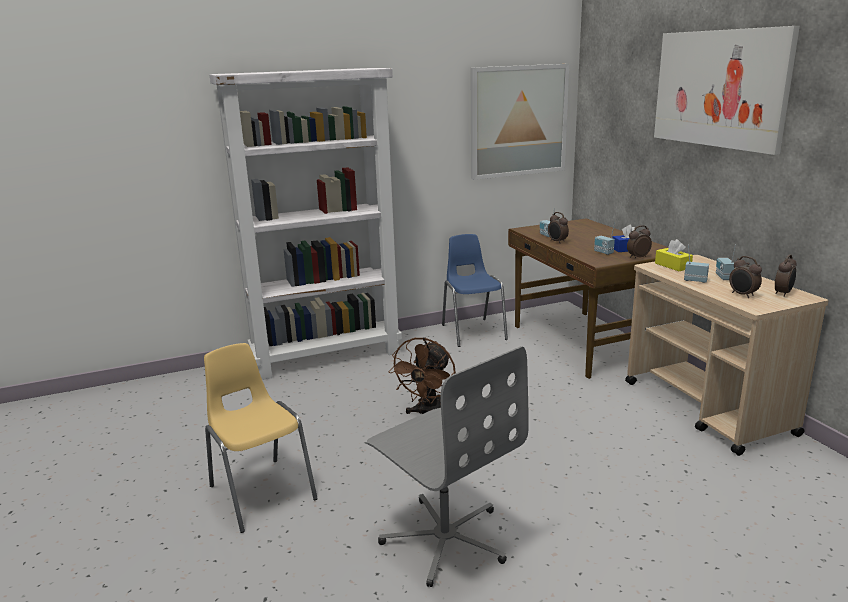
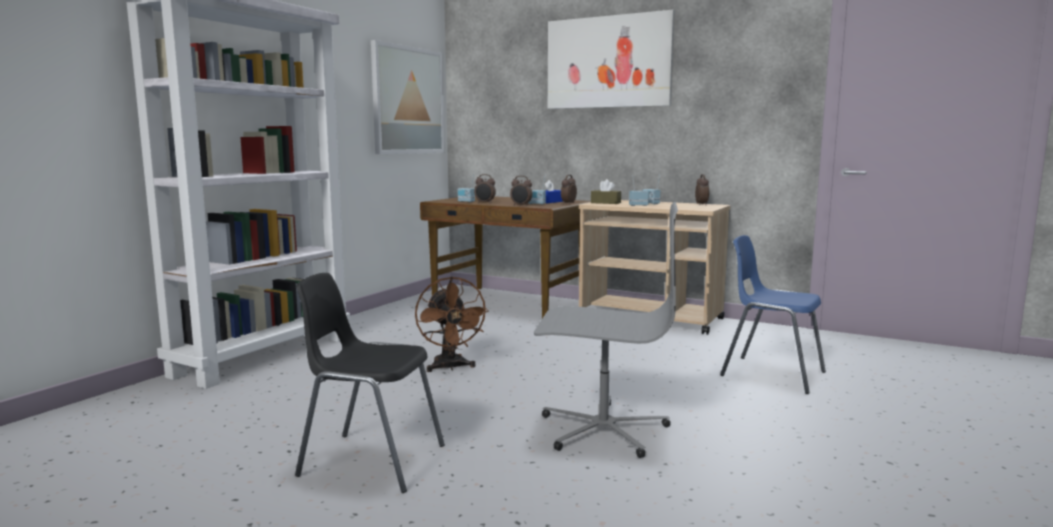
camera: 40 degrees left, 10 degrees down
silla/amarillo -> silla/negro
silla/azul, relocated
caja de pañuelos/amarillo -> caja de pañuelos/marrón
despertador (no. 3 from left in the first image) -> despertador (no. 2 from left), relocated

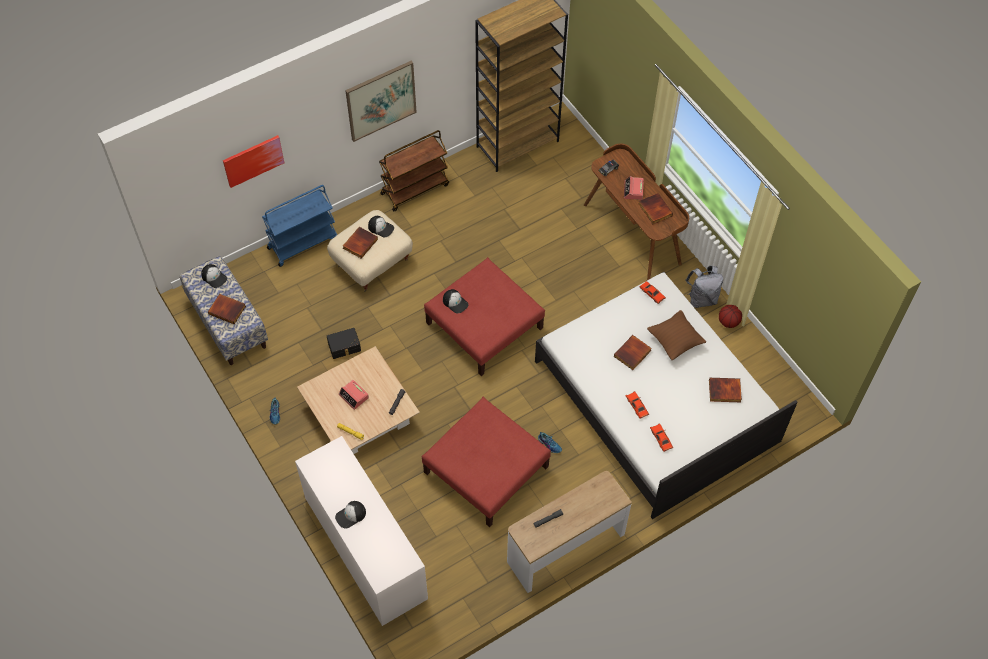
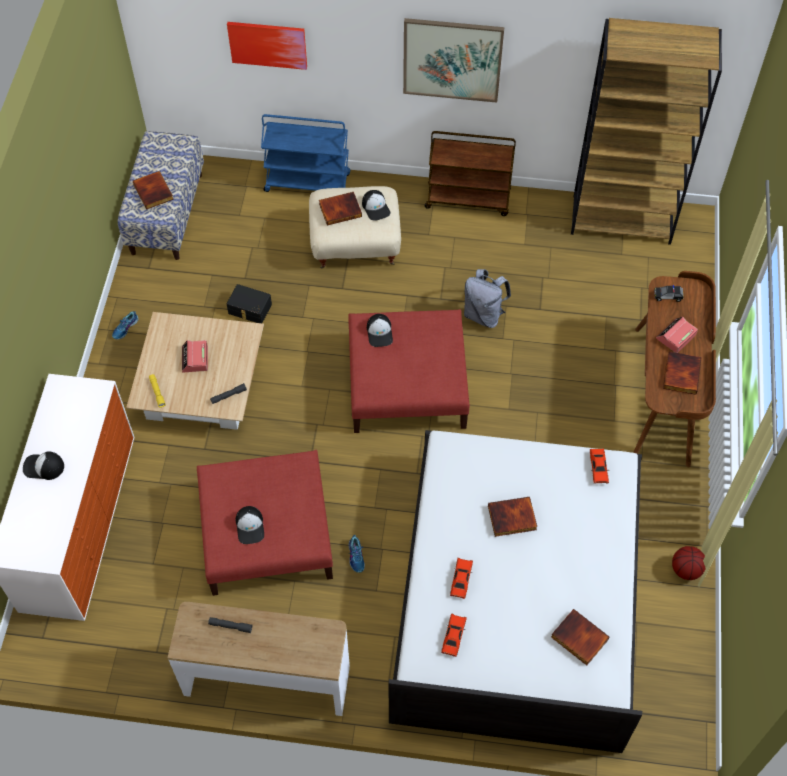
camera: 40 degrees right, 0 degrees up
gorra (no. 1 from left in the first image) -> gorra (no. 2 from left), relocated
cojín/marrón -> none
mochila/gris, relocated

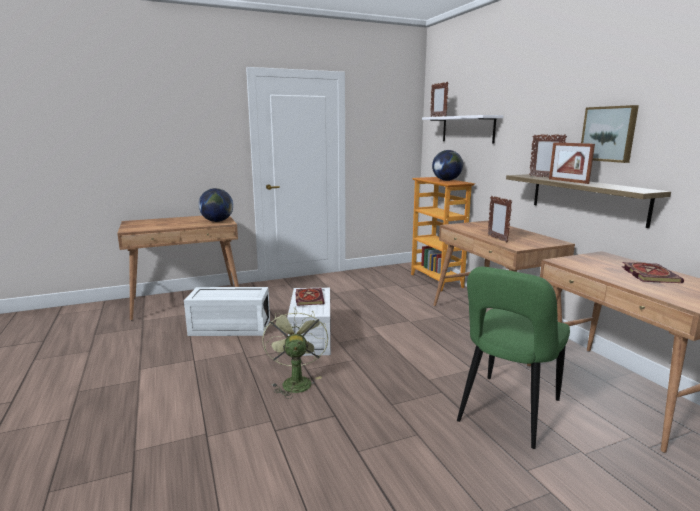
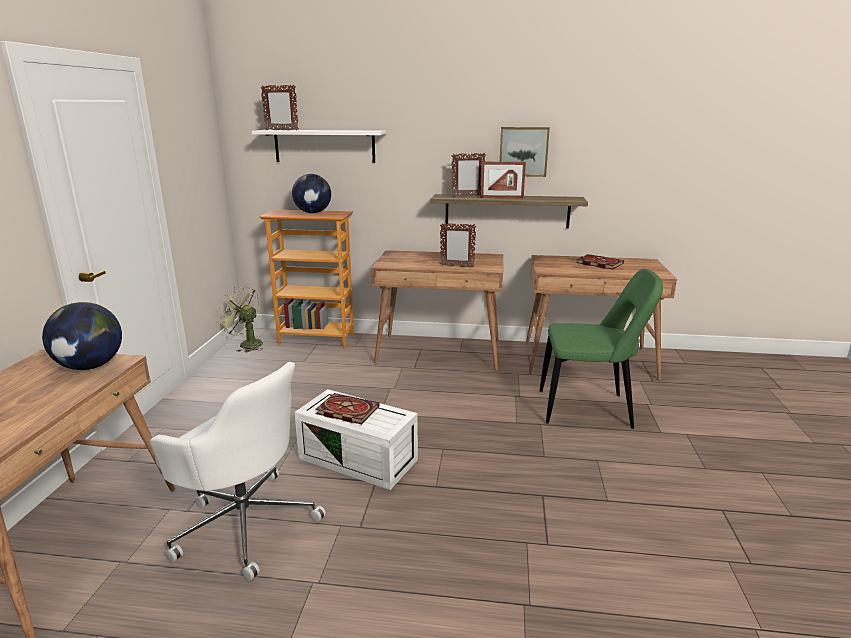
camera: 60 degrees left, 5 degrees up
caja de almacenaje/blanco (no. 1 from left) -> silla de oficina/blanco
ventilador/verde, relocated
silla/verde, 60 degrees counterclockwise

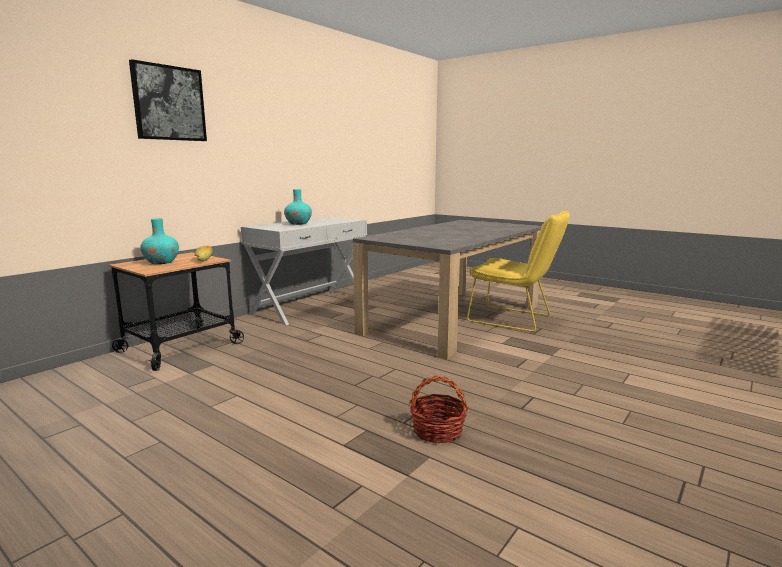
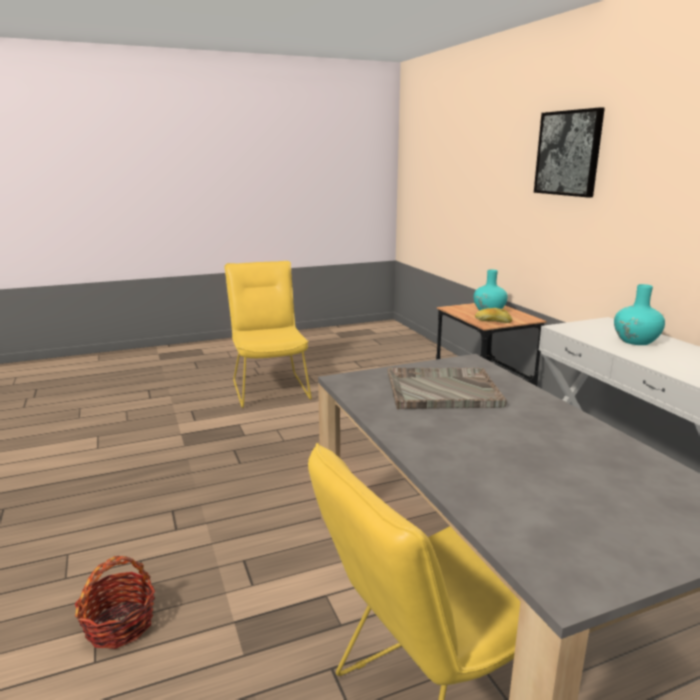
camera: 120 degrees right, 5 degrees up
cesta, relocated
none -> silla/amarillo (no. 1 from left)
none -> bandeja/gris

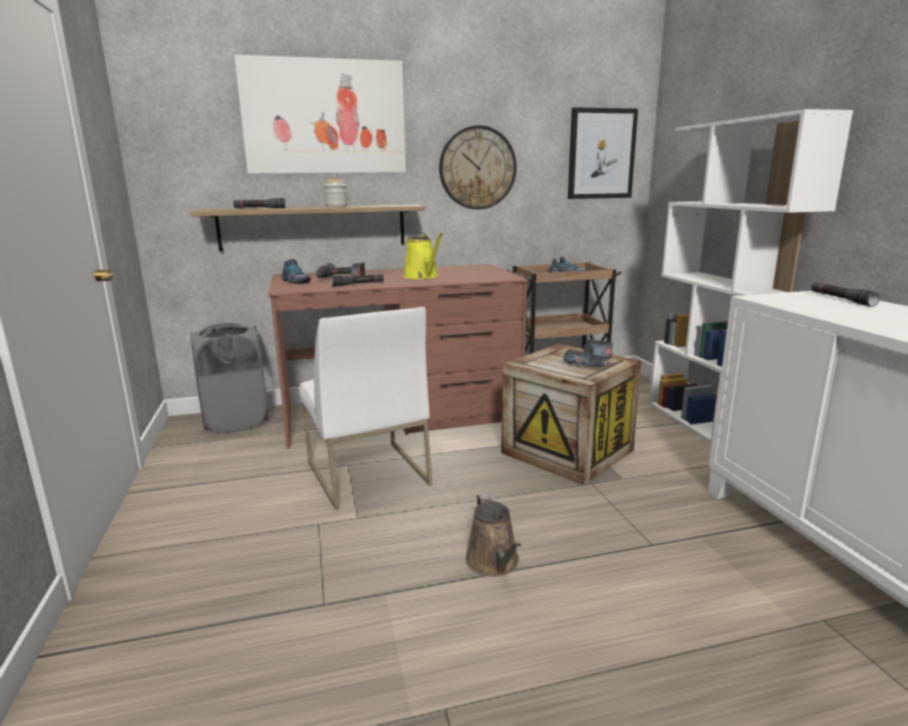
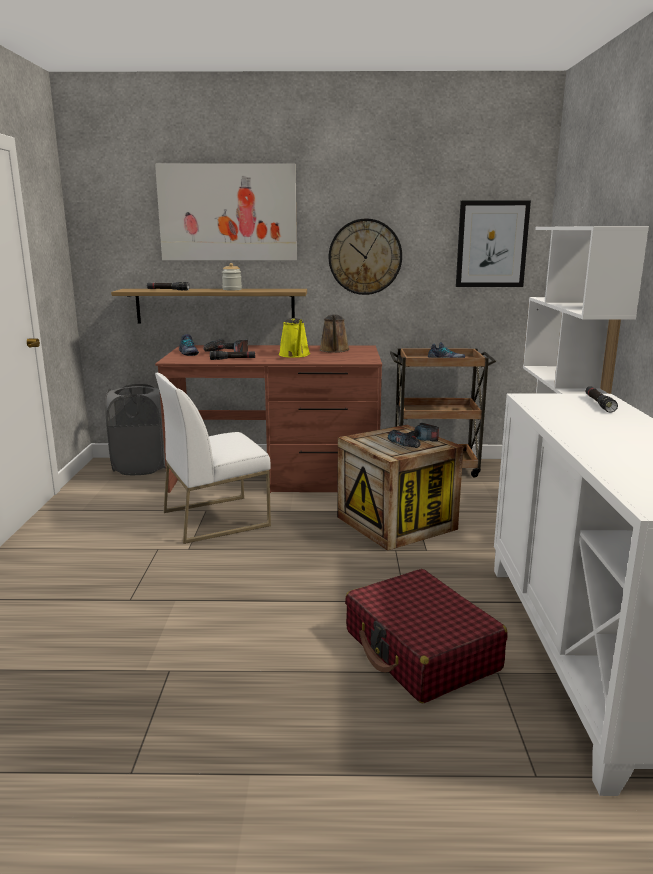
camera: 15 degrees right, 0 degrees up
silla/blanco, 75 degrees clockwise
regadera/marrón, relocated
none -> maleta/rojo

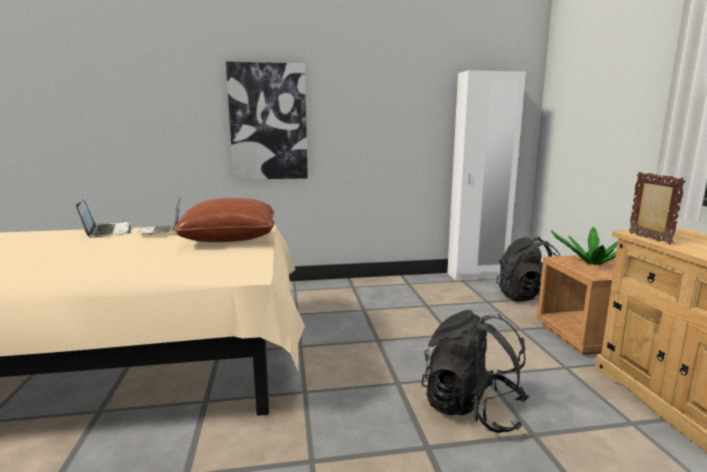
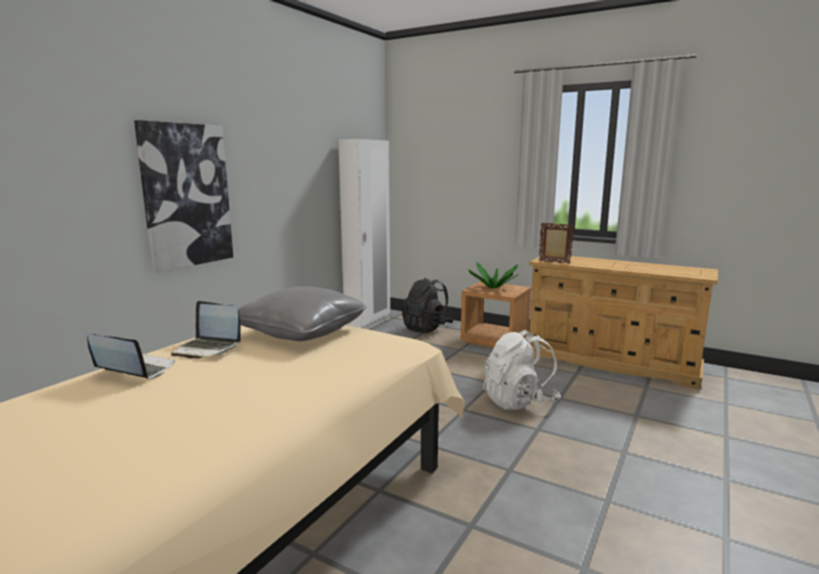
camera: 50 degrees left, 0 degrees up
cojín/marrón -> cojín/gris
mochila/negro (no. 1 from left) -> mochila/blanco

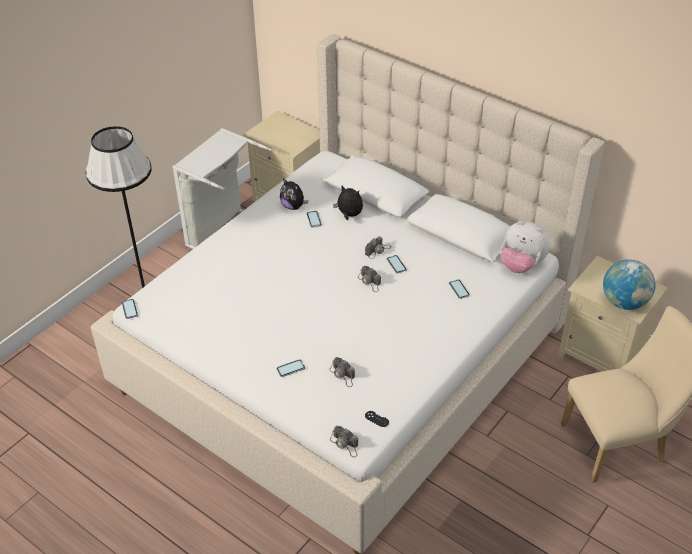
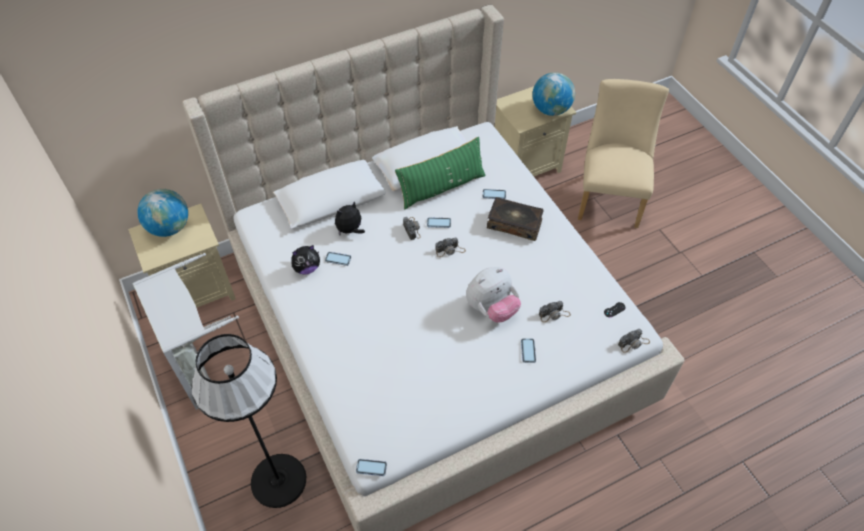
camera: 65 degrees left, 10 degrees up
peluche (no. 3 from left), relocated
none -> globo terráqueo (no. 1 from left)
none -> cojín/verde
none -> libro

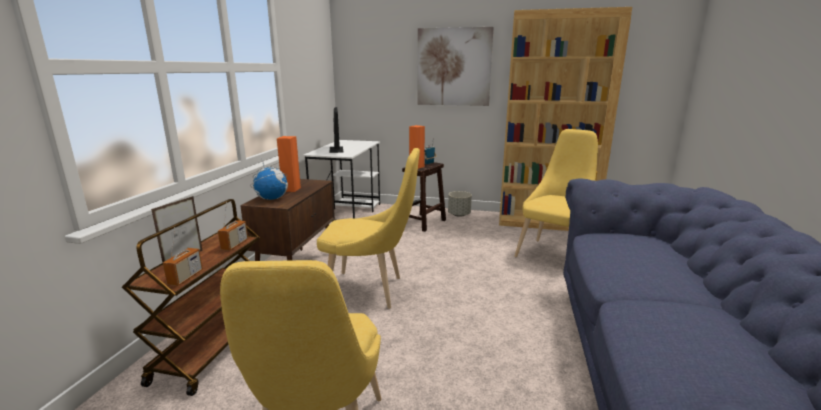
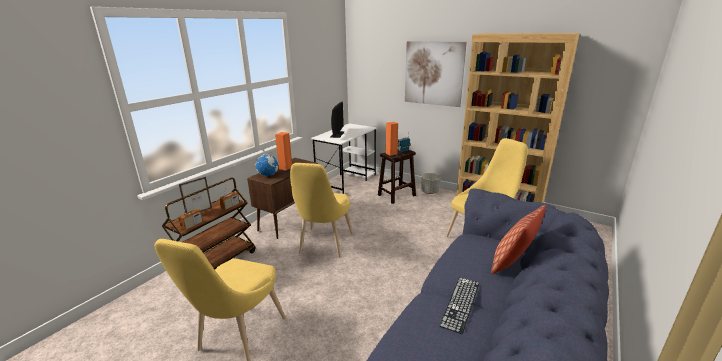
camera: 20 degrees right, 5 degrees up
silla/amarillo (no. 2 from left), 75 degrees clockwise
none -> teclado
none -> cojín

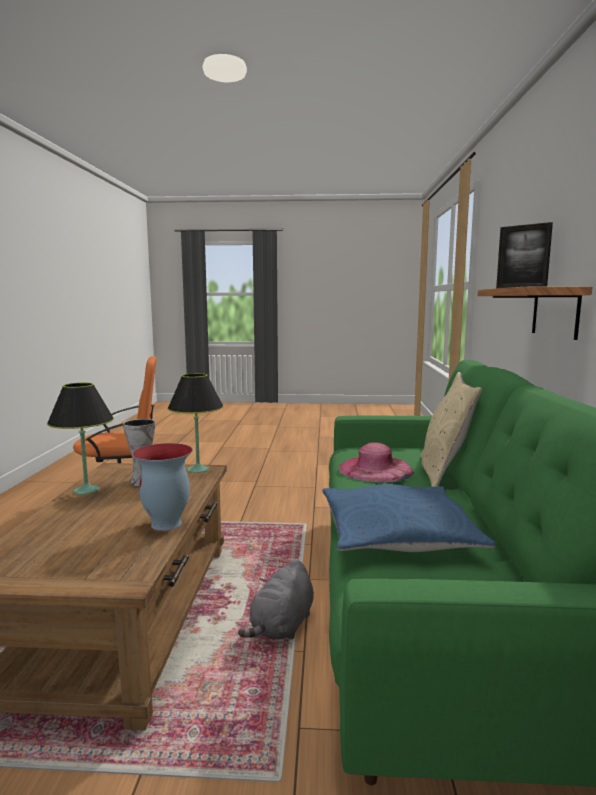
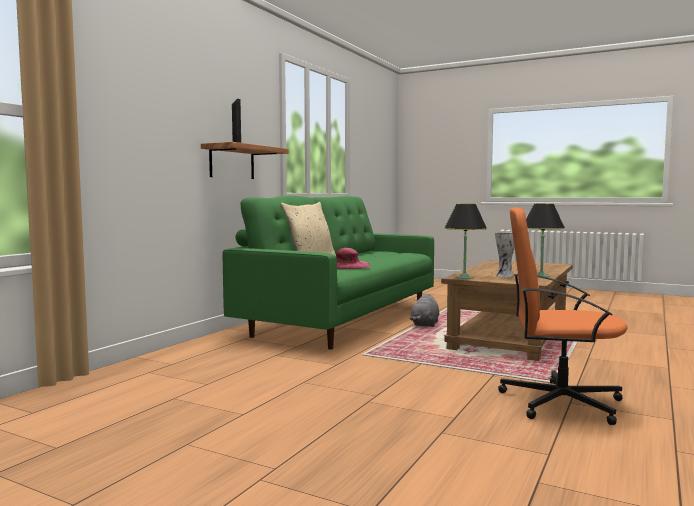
camera: 155 degrees left, 5 degrees down
florero (no. 2 from left) -> none
peluche/gris, 150 degrees clockwise
cojín/azul -> none

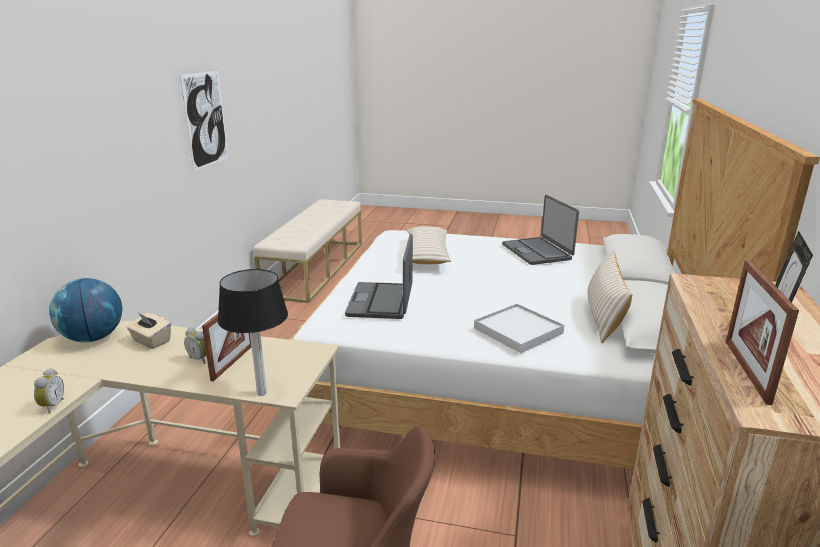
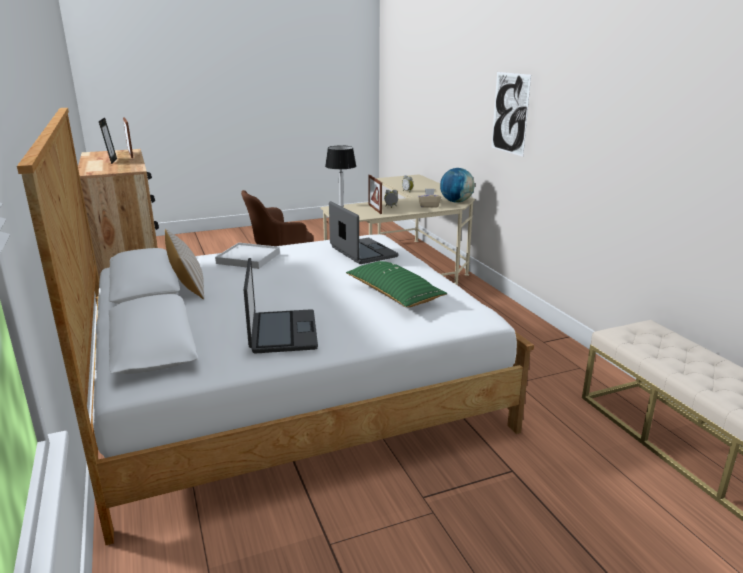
camera: 145 degrees right, 0 degrees up
cuadro, relocated
cojín/beis (no. 1 from left) -> cojín/verde
portátil (no. 2 from left in the first image) -> portátil (no. 1 from left), 45 degrees clockwise

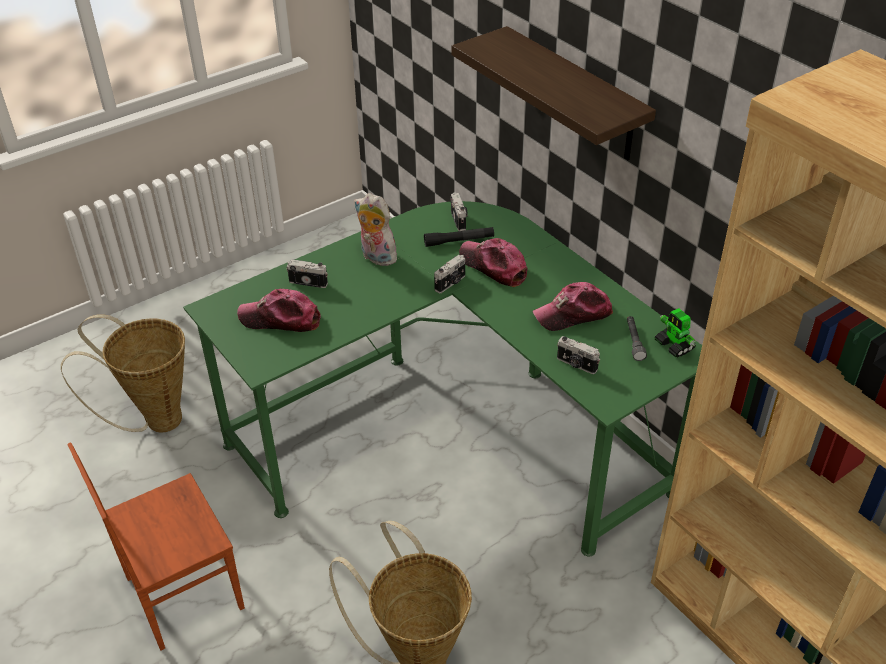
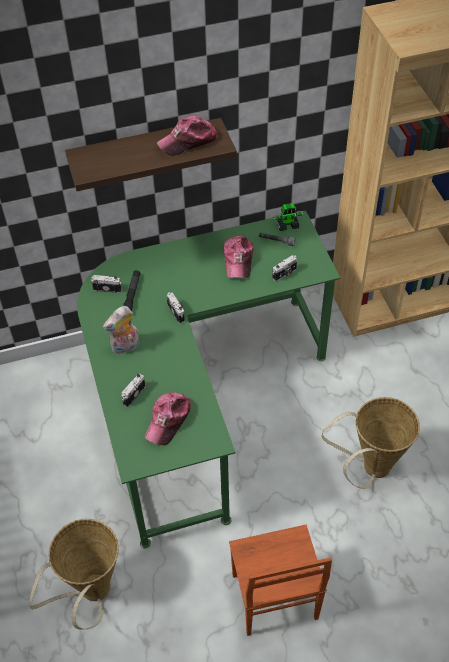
camera: 70 degrees left, 10 degrees up
gorra (no. 2 from left), relocated

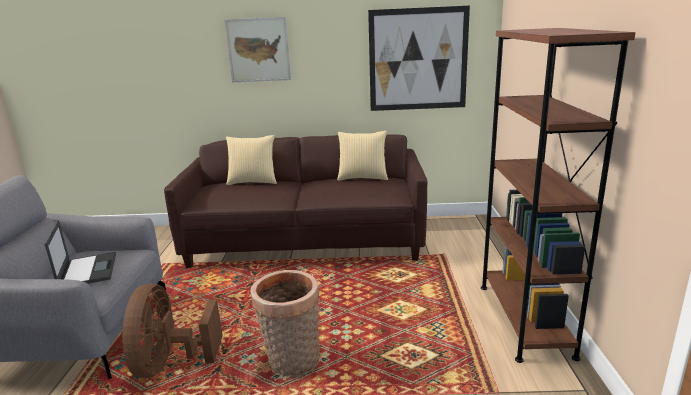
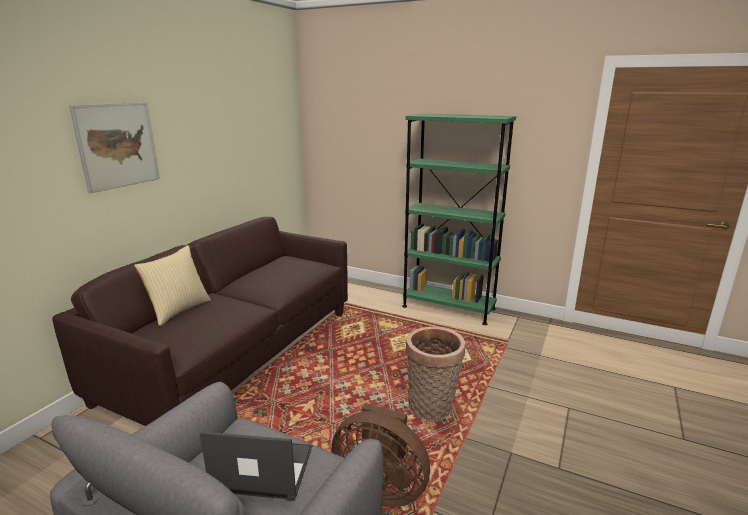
camera: 65 degrees left, 0 degrees up
cojín (no. 2 from left) -> none
cuadro (no. 2 from left) -> none
estantería/marrón -> estantería/verde

